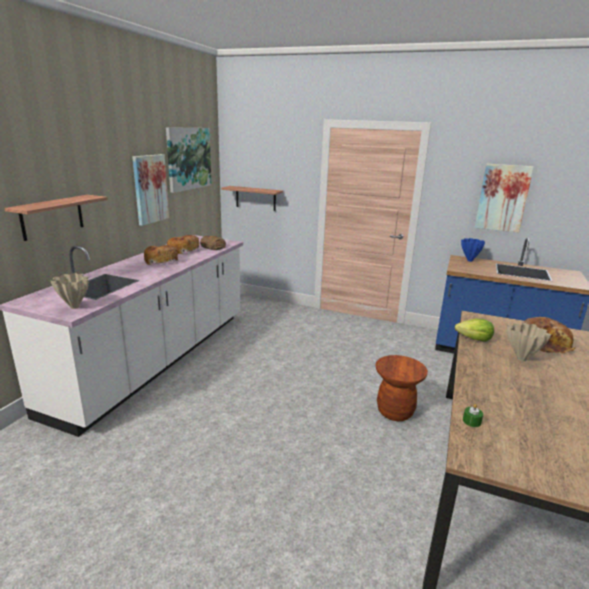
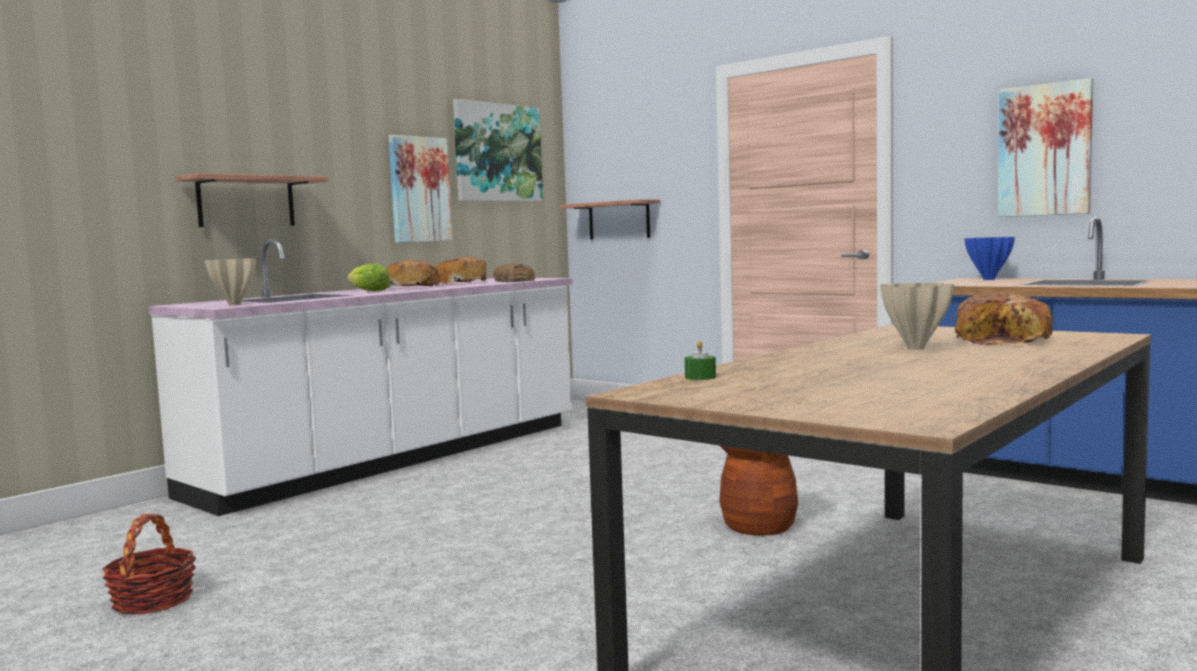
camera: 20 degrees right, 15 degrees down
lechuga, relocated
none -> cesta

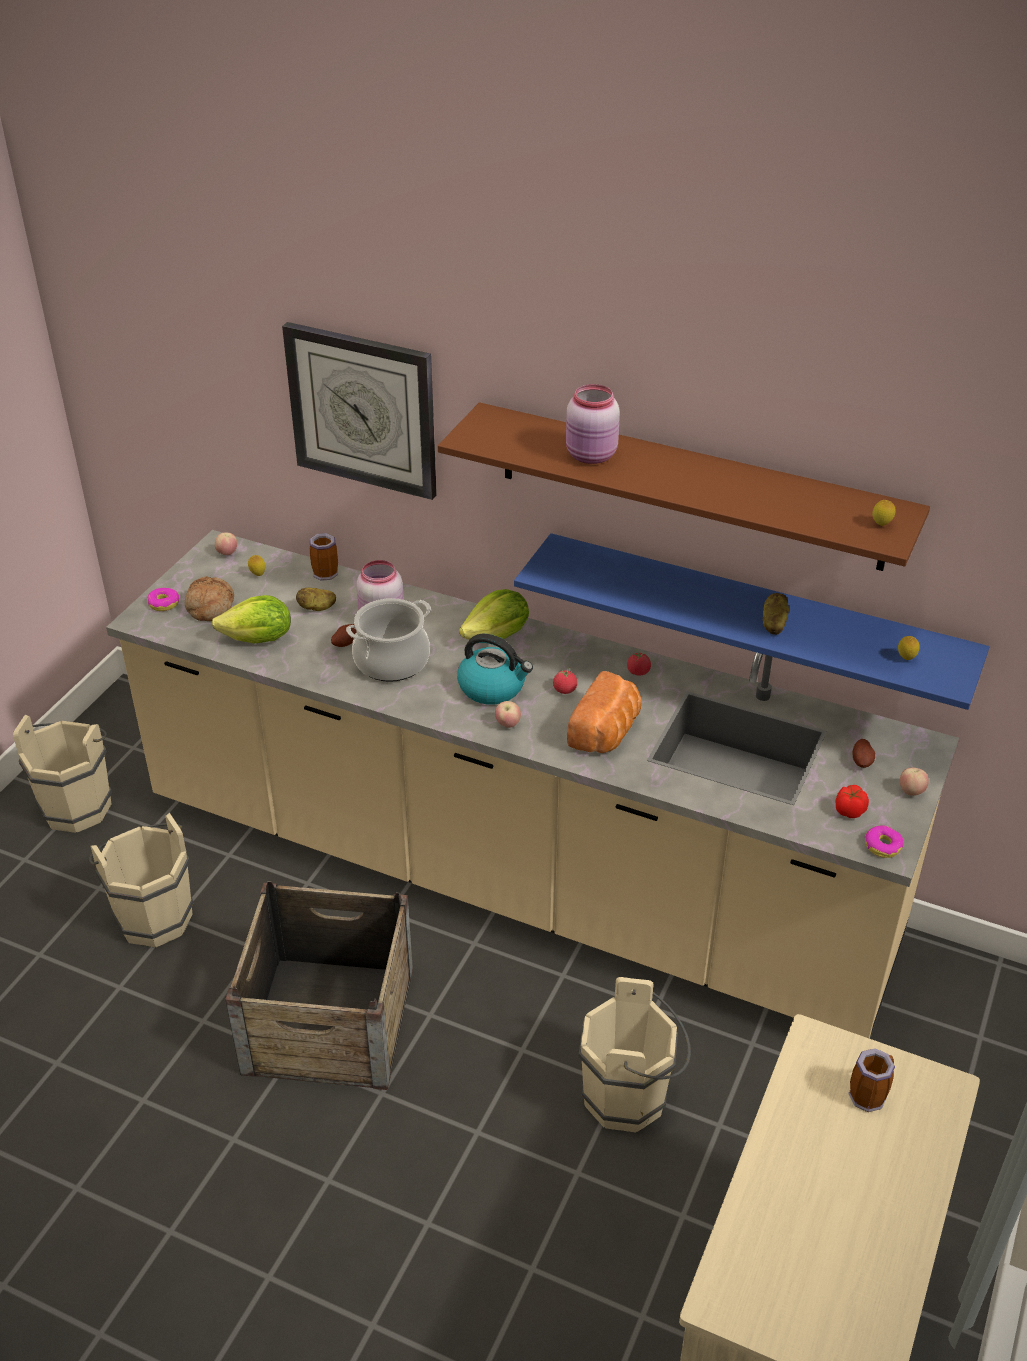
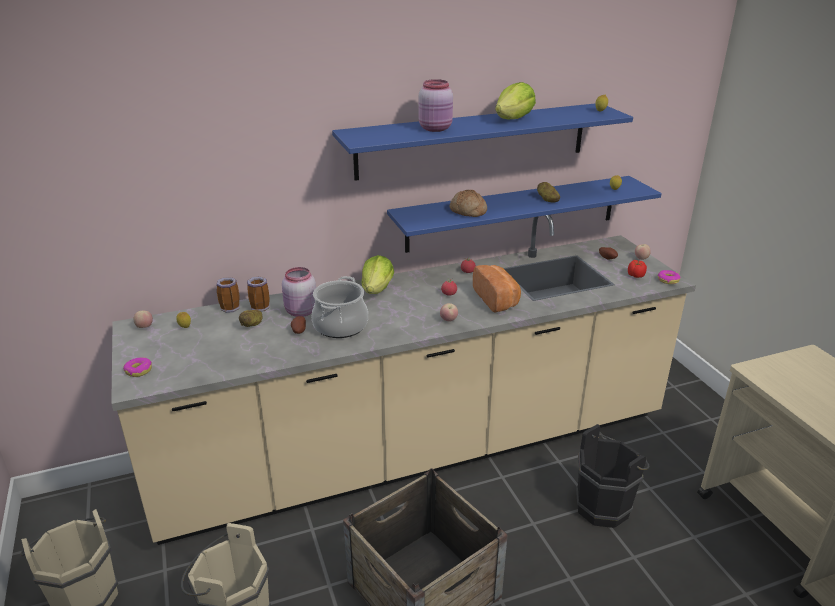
camera: 45 degrees left, 10 degrees down
pan (no. 1 from left), relocated
lechuga (no. 1 from left in the first image) -> lechuga (no. 2 from left), relocated
reloj de pared -> none
estante/marrón -> estante/azul (no. 1 from left)
hervidor -> none
cubo/beis (no. 3 from left) -> cubo/negro
taza grande (no. 2 from left), relocated

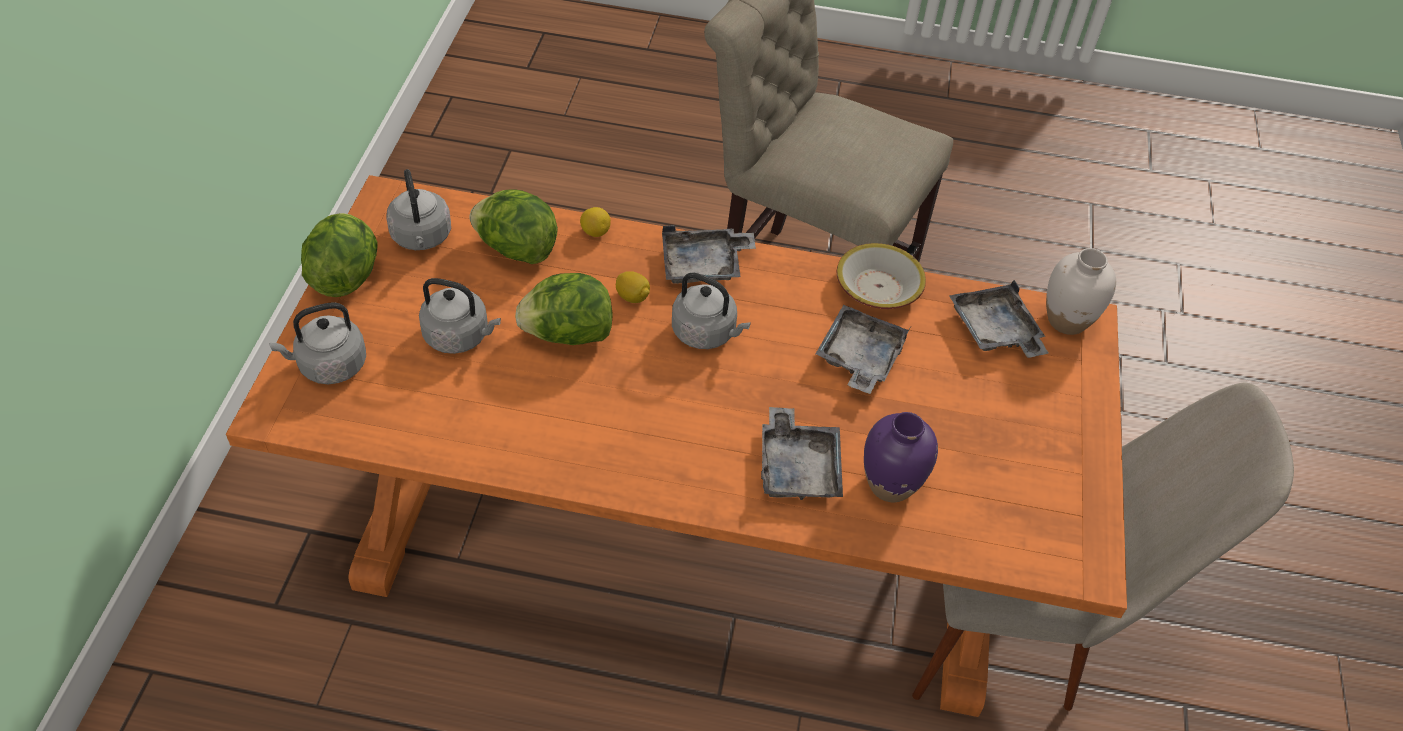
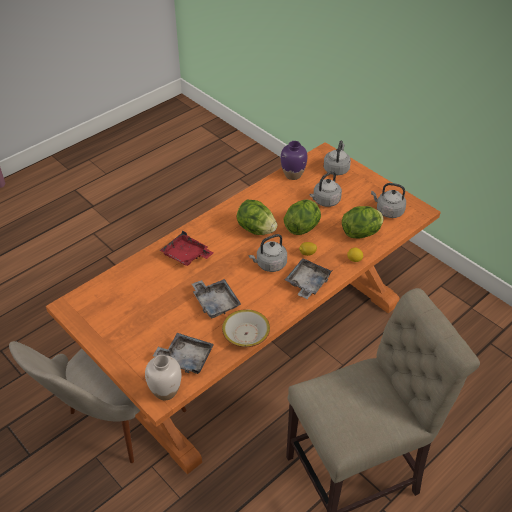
camera: 130 degrees right, 5 degrees down
lechuga (no. 1 from left), relocated
bandeja/gris (no. 2 from left) -> bandeja/rojo
florero/morado, relocated

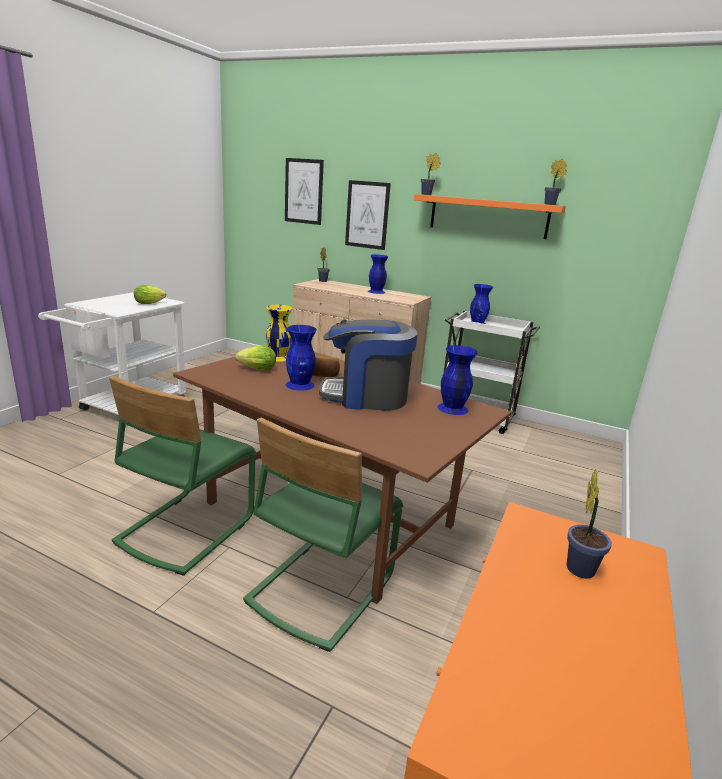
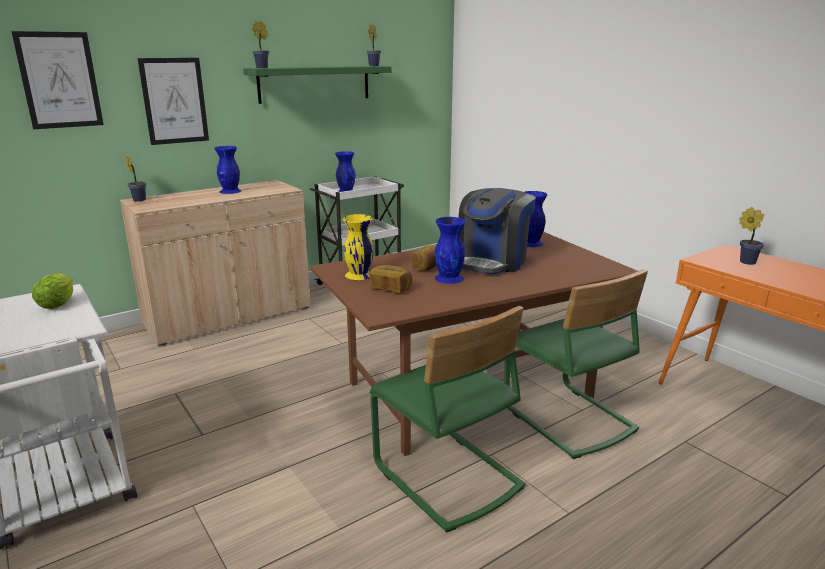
camera: 60 degrees left, 0 degrees up
lechuga (no. 2 from left) -> pan (no. 1 from left)
estante/naranja -> estante/verde

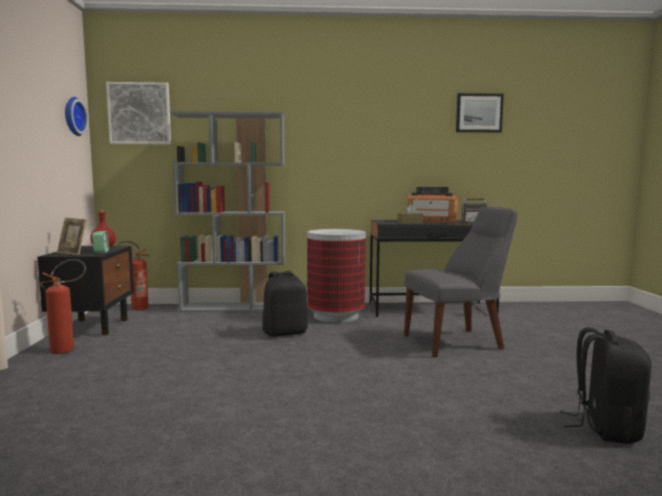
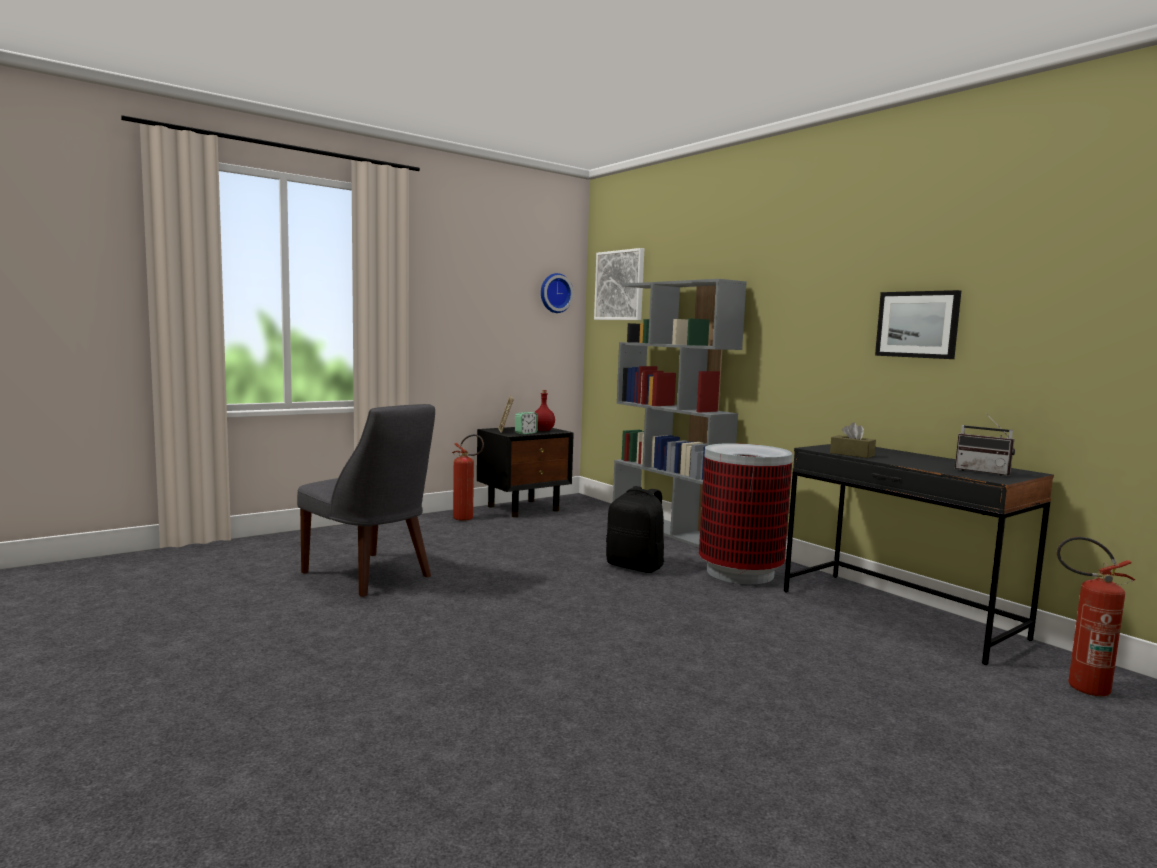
camera: 55 degrees right, 0 degrees up
extintor (no. 2 from left), relocated
silla/gris, relocated
radio (no. 1 from left) -> none
cuadro (no. 2 from left), relocated
mochila/negro (no. 2 from left) -> none

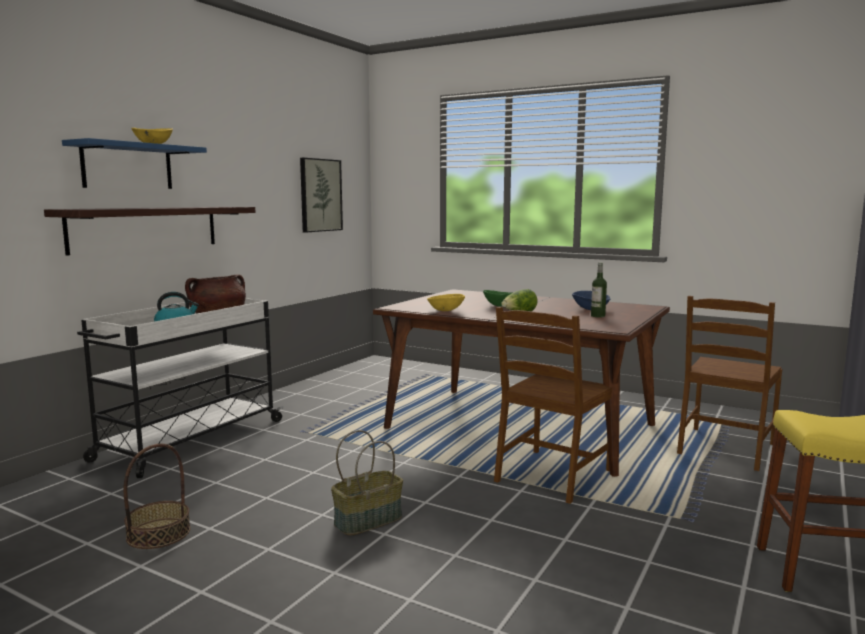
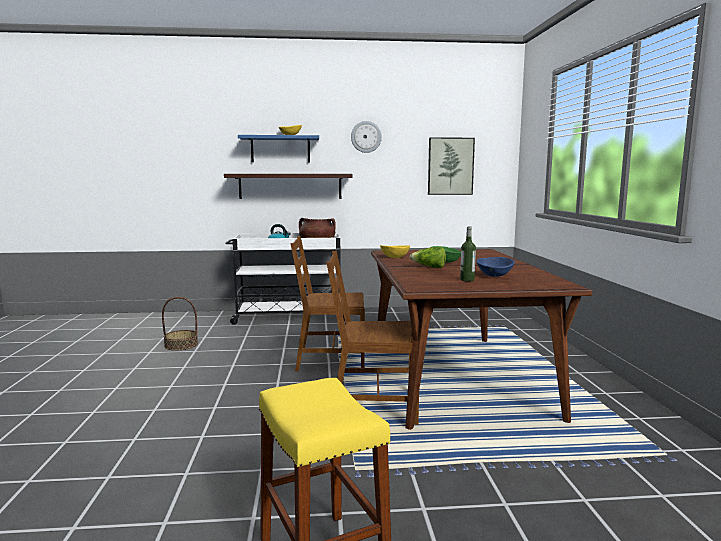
camera: 55 degrees right, 0 degrees up
cesta (no. 2 from left) -> none
silla/marrón (no. 2 from left in the first image) -> silla/marrón (no. 1 from left), relocated
none -> reloj de pared

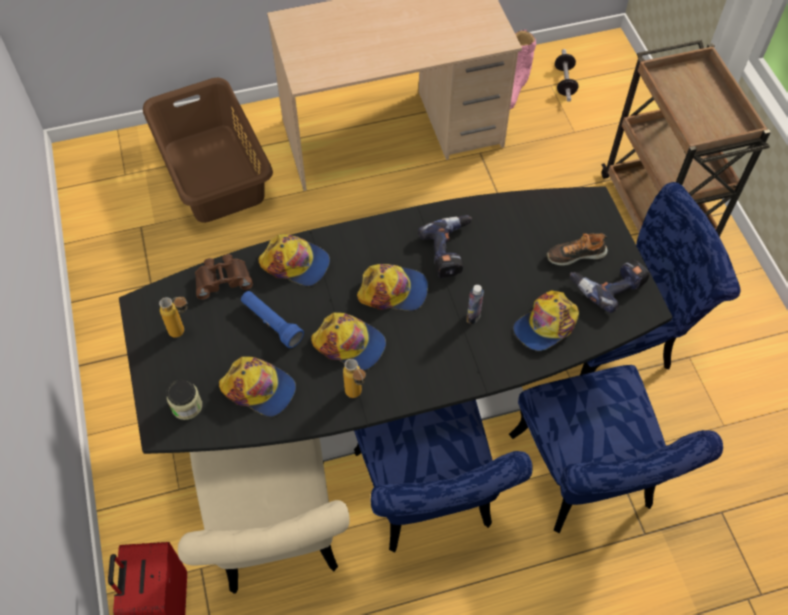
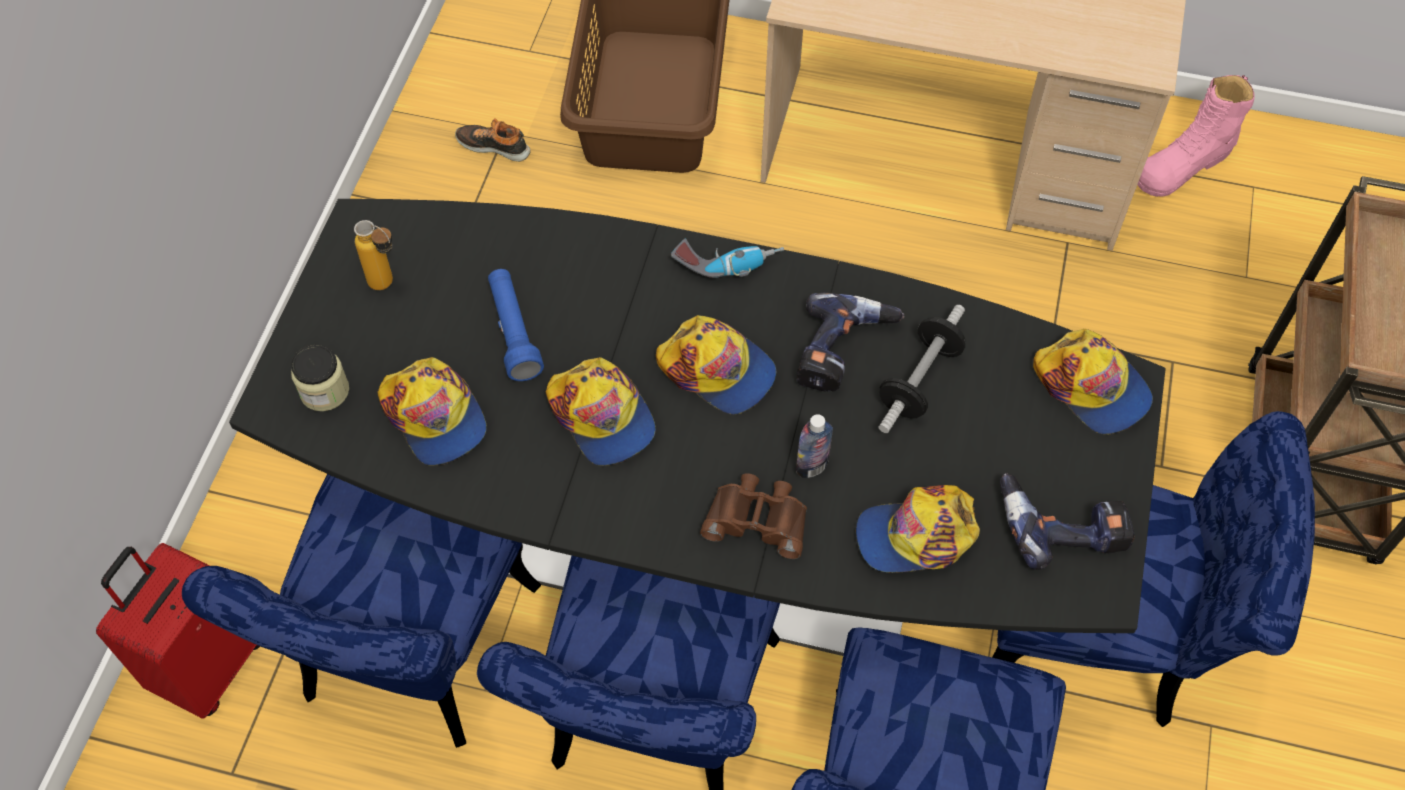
camera: 30 degrees right, 0 degrees up
silla/beis -> silla/azul (no. 1 from left)
prismáticos/marrón, relocated
gorra (no. 2 from left in the first image) -> gorra (no. 5 from left), relocated
botella (no. 2 from left) -> none
zapato, relocated
mancuerna, relocated
none -> taladro (no. 1 from left)

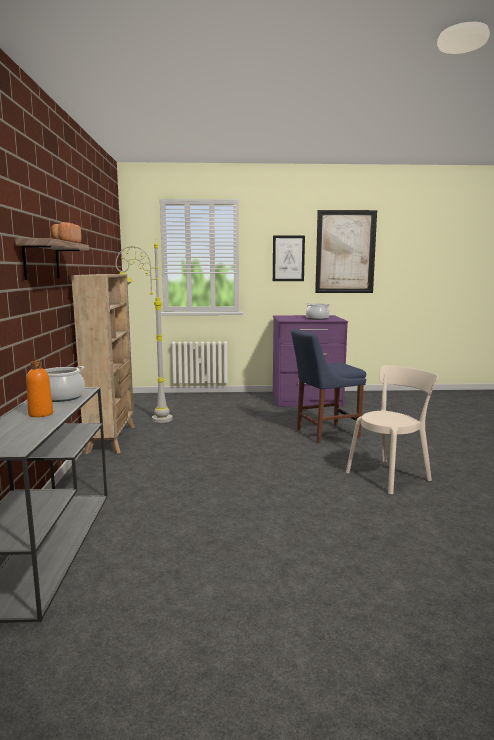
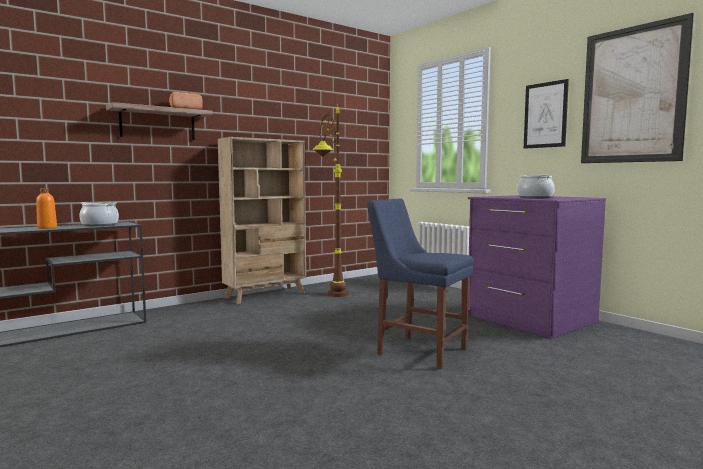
camera: 55 degrees right, 5 degrees down
lámpara de pie/gris -> lámpara de pie/marrón
silla/beis -> none

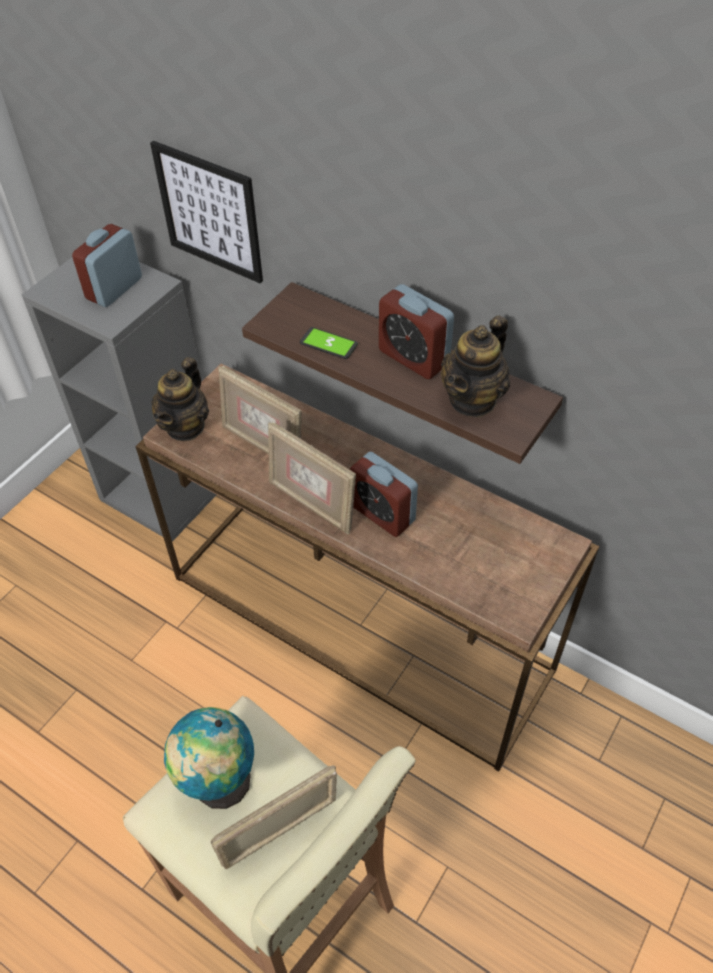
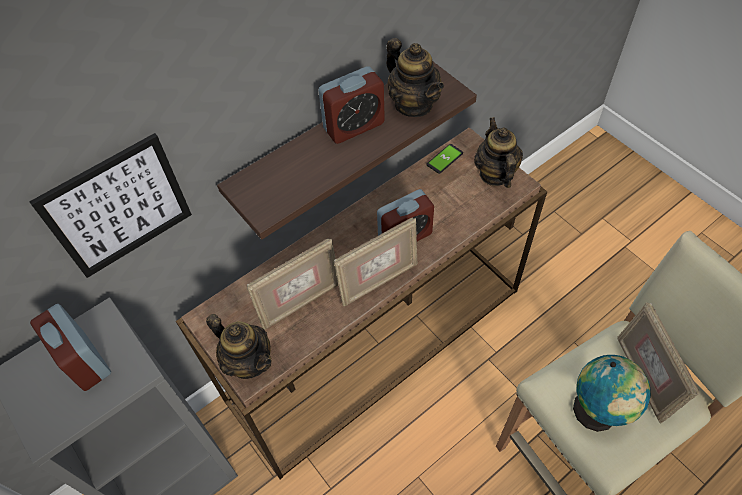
camera: 70 degrees left, 5 degrees up
móvil, relocated
none -> tetera (no. 3 from left)

